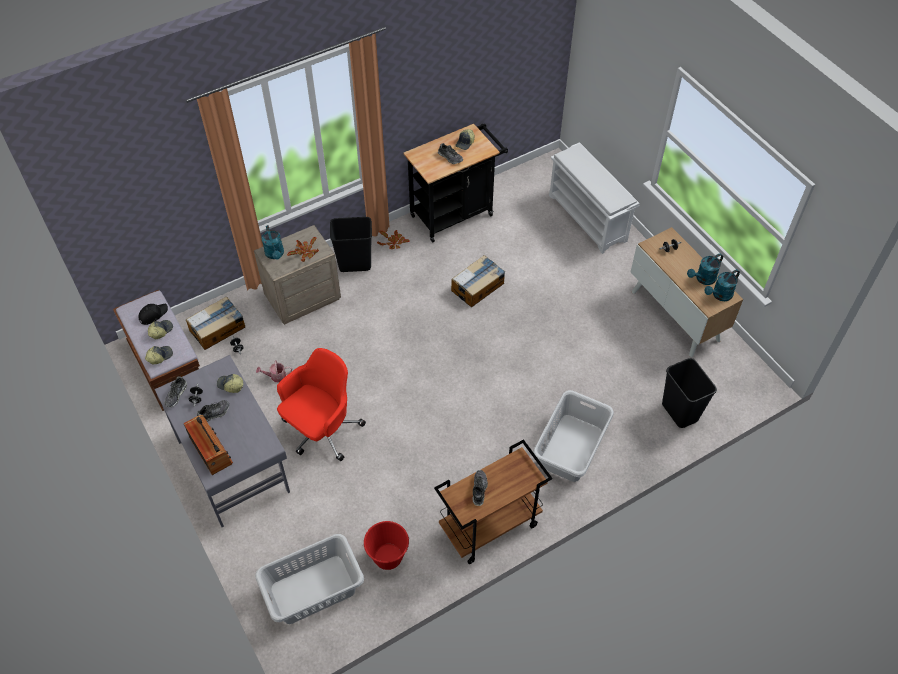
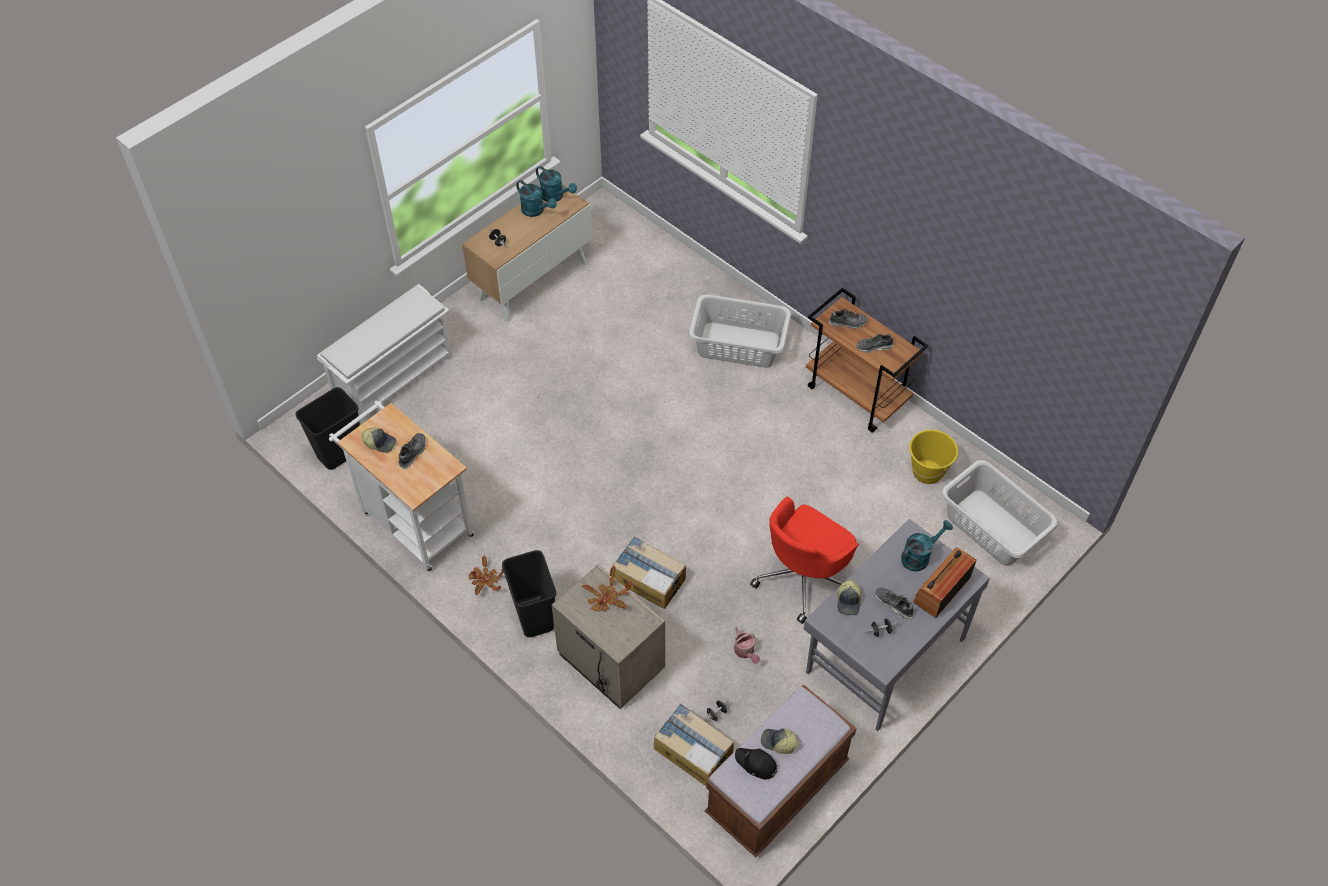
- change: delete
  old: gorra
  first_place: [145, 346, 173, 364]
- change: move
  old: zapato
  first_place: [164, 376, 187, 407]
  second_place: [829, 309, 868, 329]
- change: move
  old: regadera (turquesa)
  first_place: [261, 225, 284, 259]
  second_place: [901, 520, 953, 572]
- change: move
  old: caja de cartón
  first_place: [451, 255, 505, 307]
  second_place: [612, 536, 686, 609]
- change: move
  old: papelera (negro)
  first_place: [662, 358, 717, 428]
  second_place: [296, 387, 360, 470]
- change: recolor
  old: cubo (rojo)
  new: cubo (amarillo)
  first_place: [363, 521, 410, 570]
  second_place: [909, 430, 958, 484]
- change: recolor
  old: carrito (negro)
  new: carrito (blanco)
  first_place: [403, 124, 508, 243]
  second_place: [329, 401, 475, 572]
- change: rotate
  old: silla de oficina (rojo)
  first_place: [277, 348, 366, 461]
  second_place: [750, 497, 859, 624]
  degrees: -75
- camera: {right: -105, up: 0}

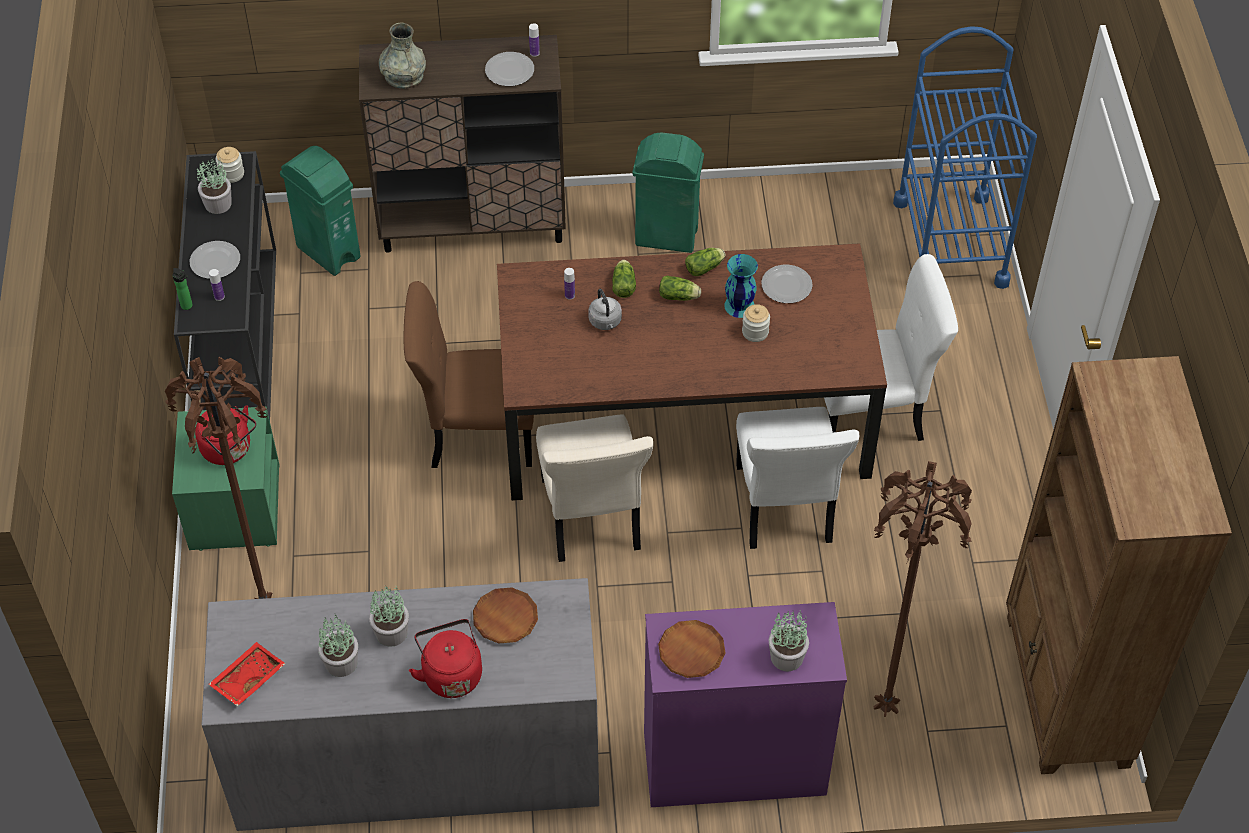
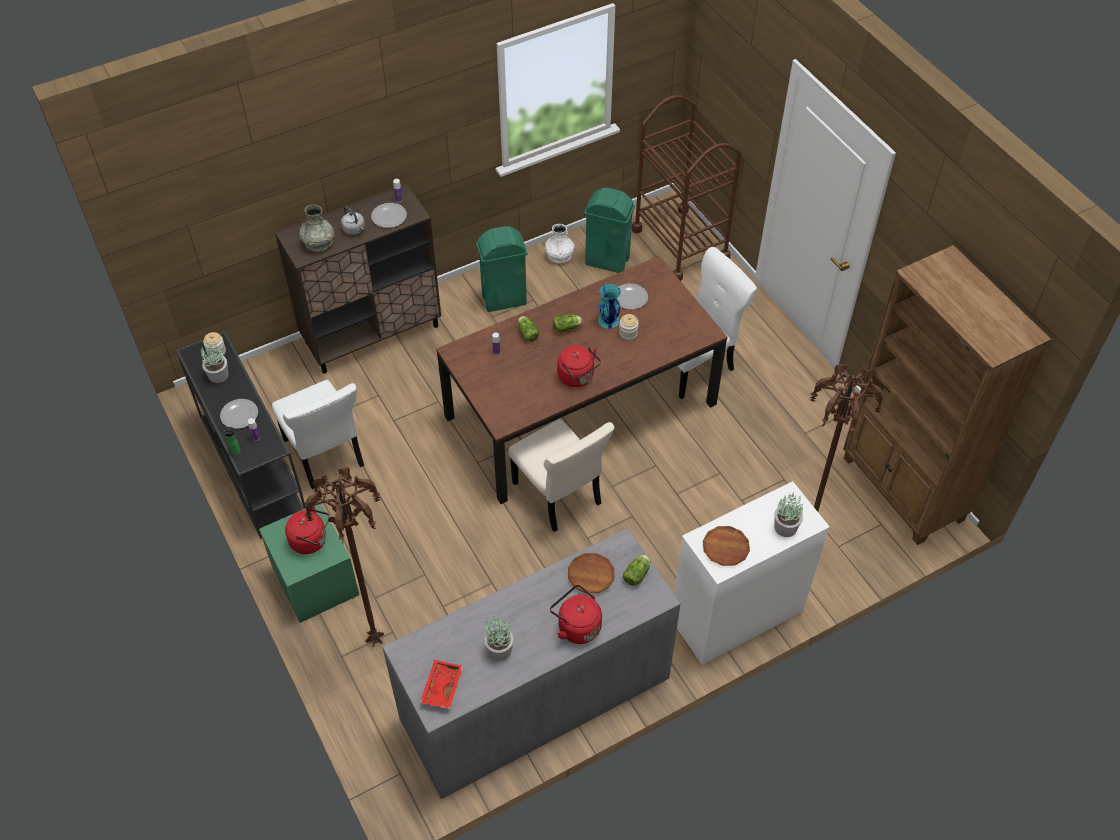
- change: delete
  old: planta en maceta
  first_place: [369, 585, 409, 647]
- change: delete
  old: silla (marrón)
  first_place: [404, 281, 534, 468]
- change: insert
  new: florero (blanco)
  second_place: [544, 224, 575, 264]
- change: insert
  new: hervidor (rojo)
  second_place: [557, 345, 601, 387]
- change: move
  old: papelera (verde)
  first_place: [280, 146, 361, 276]
  second_place: [584, 188, 635, 273]
- change: move
  old: hervidor (gris)
  first_place: [588, 289, 622, 330]
  second_place: [341, 206, 365, 235]
- change: move
  old: lechuga
  first_place: [685, 248, 725, 276]
  second_place: [623, 555, 650, 586]
- change: move
  old: silla (blanco)
  first_place: [736, 407, 859, 549]
  second_place: [272, 380, 364, 489]
- change: recolor
  old: cómoda (morado)
  new: cómoda (blanco)
  first_place: [644, 602, 847, 807]
  second_place: [674, 481, 830, 665]
- change: recolor
  old: carrito (azul)
  new: carrito (marrón)
  first_place: [893, 26, 1037, 289]
  second_place: [632, 95, 742, 281]
- camera: {right: -25, up: 0}

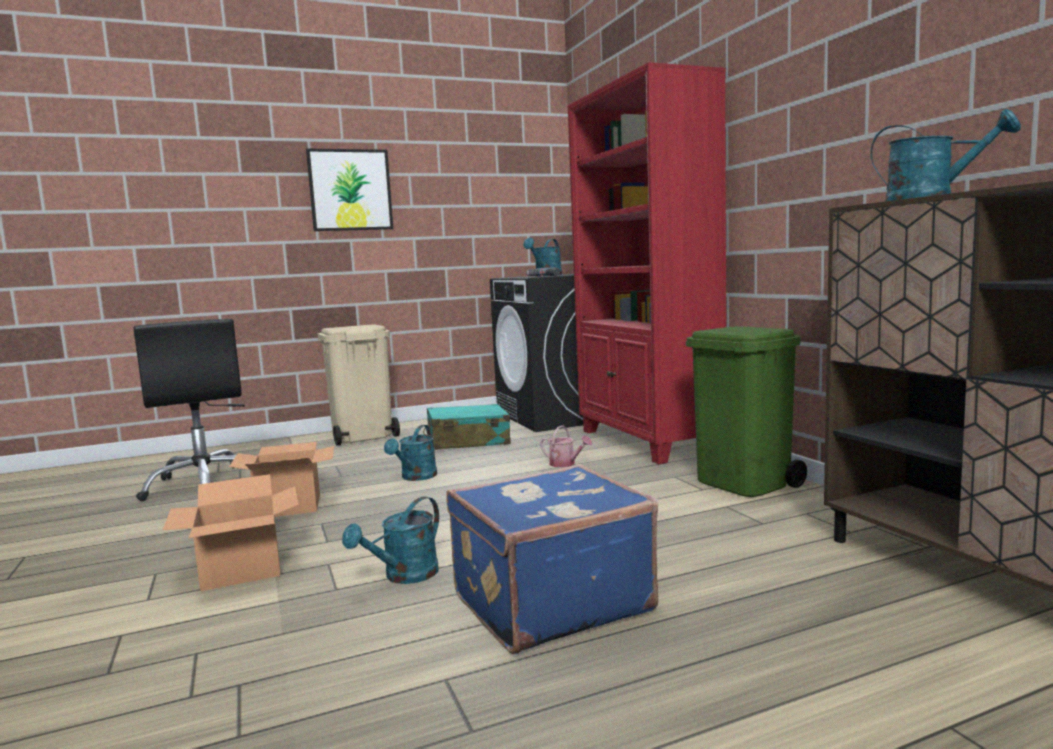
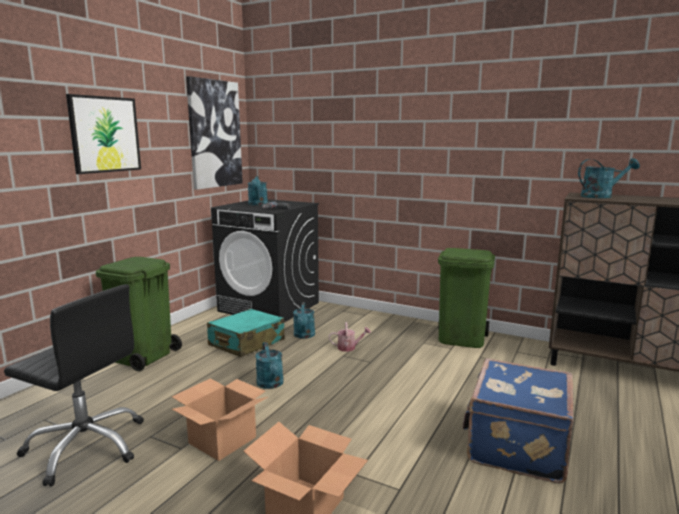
- change: delete
  old: estantería (rojo)
  first_place: [568, 62, 726, 464]
- change: insert
  new: cuadro
  second_place: [186, 76, 243, 190]
- change: move
  old: regadera (turquesa)
  first_place: [342, 496, 439, 584]
  second_place: [293, 302, 315, 339]
- change: recolor
  old: papelera (beis)
  new: papelera (verde)
  first_place: [318, 325, 400, 446]
  second_place: [95, 257, 182, 371]
- camera: {right: -40, up: 5}

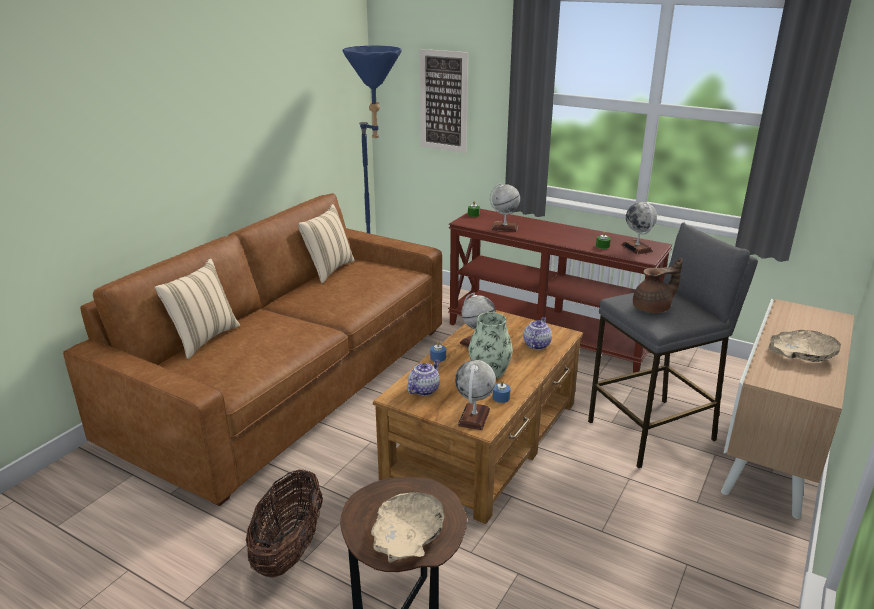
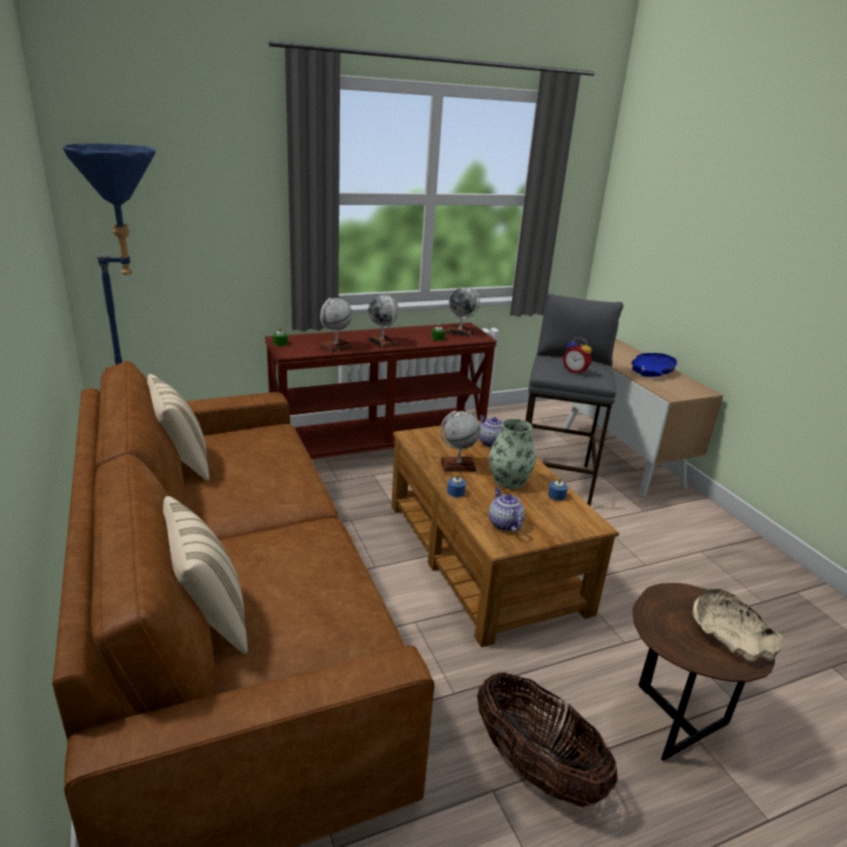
- change: delete
  old: cuadro
  first_place: [420, 49, 468, 153]
- change: move
  old: globo terráqueo
  first_place: [455, 360, 496, 430]
  second_place: [367, 295, 399, 349]
- change: replace
  old: tetera (marrón)
  new: despertador
  first_place: [633, 258, 683, 313]
  second_place: [563, 338, 592, 374]
- change: recolor
  old: cuenco (beis)
  new: cuenco (azul)
  first_place: [769, 330, 841, 362]
  second_place: [631, 353, 677, 377]
- camera: {right: -55, up: 0}

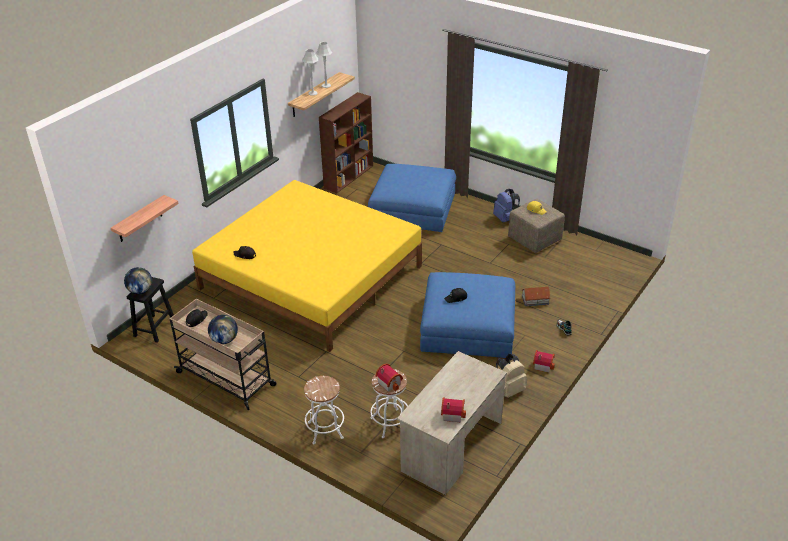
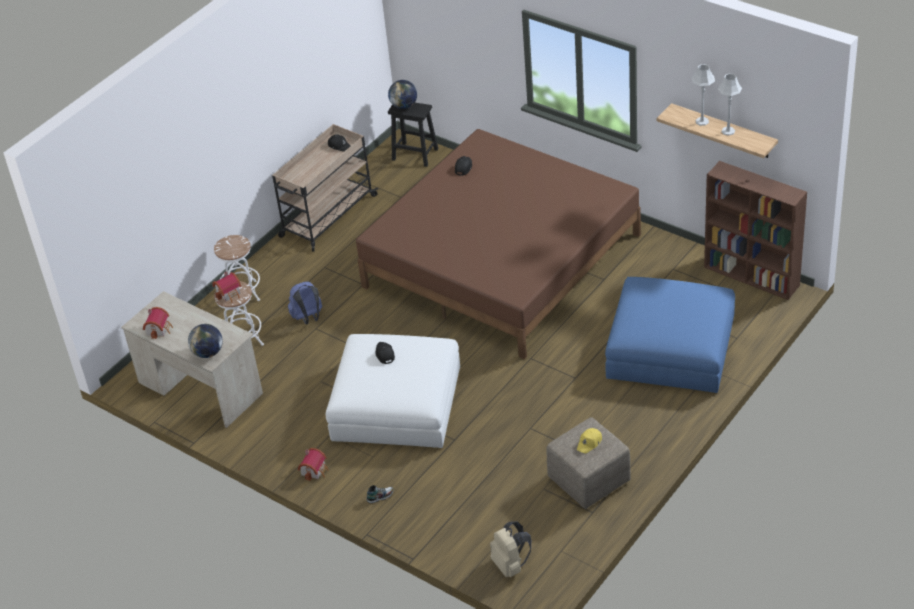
- change: delete
  old: estante
  first_place: [111, 195, 179, 242]
- change: delete
  old: casita
  first_place: [521, 287, 551, 306]
- change: move
  old: globo terráqueo
  first_place: [208, 315, 238, 344]
  second_place: [188, 324, 223, 358]
- change: move
  old: mochila (azul)
  first_place: [493, 189, 520, 222]
  second_place: [288, 282, 322, 324]
- change: move
  old: mochila (beis)
  first_place: [496, 354, 527, 398]
  second_place: [490, 521, 531, 577]
- change: recolor
  old: cama (amarillo)
  new: cama (marrón)
  first_place: [192, 180, 422, 352]
  second_place: [356, 129, 641, 359]
- change: recolor
  old: puf (azul)
  new: puf (blanco)
  first_place: [420, 272, 515, 358]
  second_place: [326, 334, 460, 448]
- camera: {right: 95, up: 5}

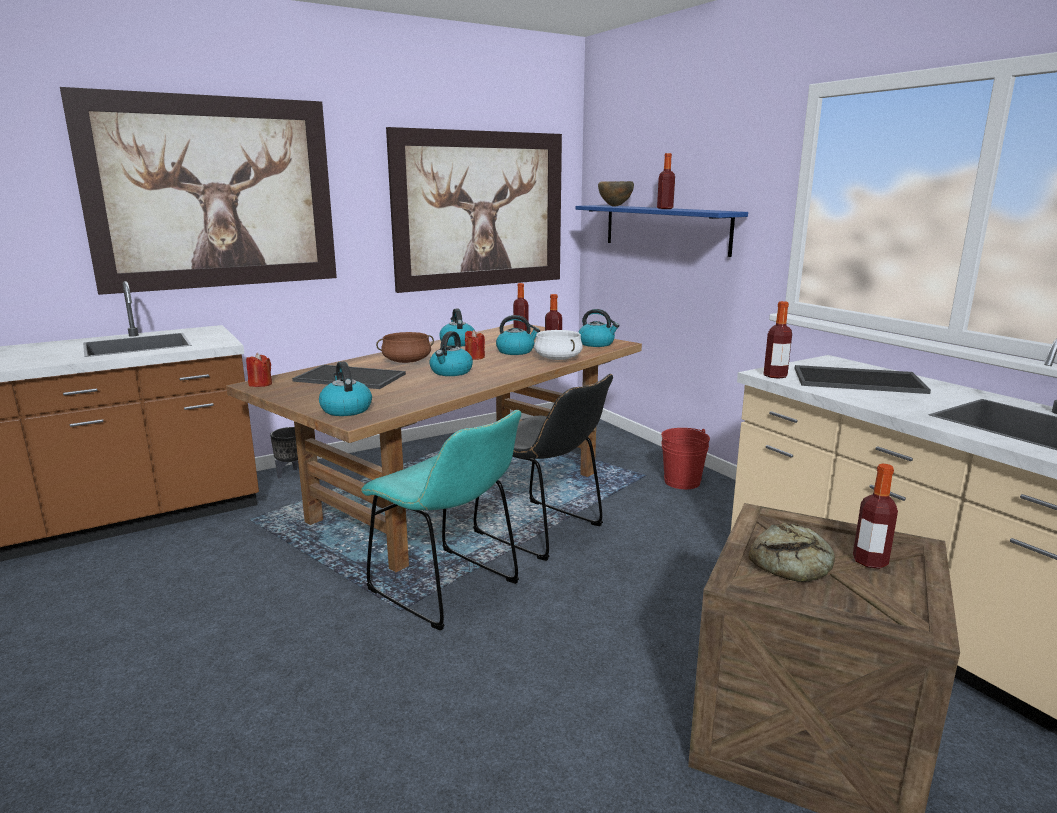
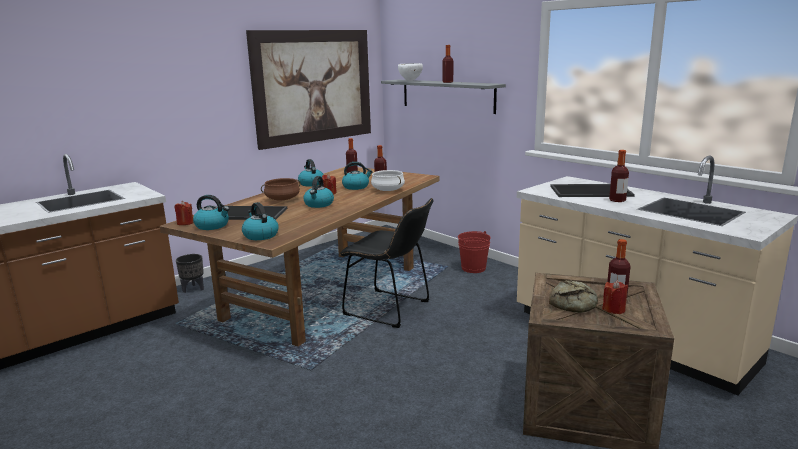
- change: delete
  old: cuadro
  first_place: [60, 87, 337, 295]
- change: delete
  old: silla (turquesa)
  first_place: [361, 410, 521, 631]
- change: insert
  new: vela (rojo)
  second_place: [602, 280, 628, 314]
- change: move
  old: hervidor
  first_place: [578, 309, 619, 347]
  second_place: [193, 195, 229, 230]
- change: move
  old: botella
  first_place: [764, 301, 792, 379]
  second_place: [609, 150, 629, 202]
- change: recolor
  old: estante (azul)
  new: estante (gris)
  first_place: [576, 205, 748, 257]
  second_place: [381, 80, 506, 114]
- change: recolor
  old: cuenco (marrón)
  new: cuenco (blanco)
  first_place: [598, 181, 634, 207]
  second_place: [398, 63, 423, 81]
- camera: {right: -10, up: 0}

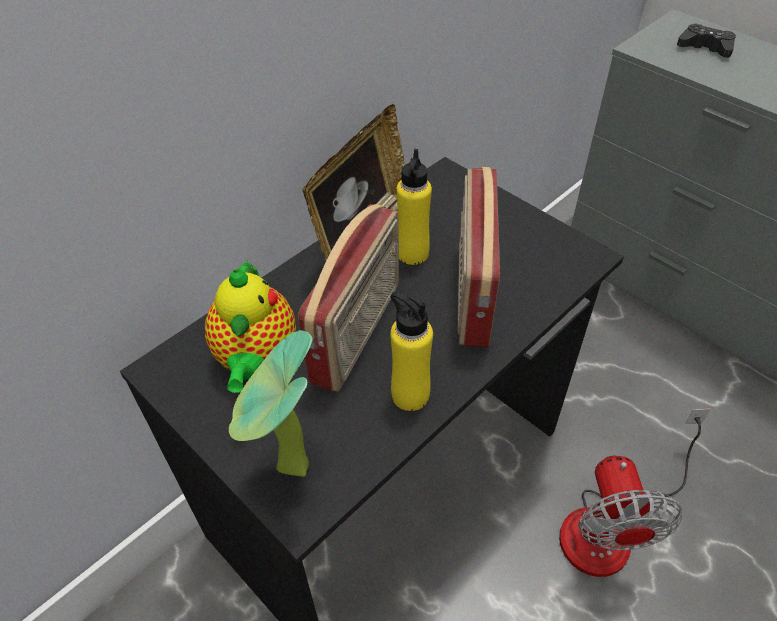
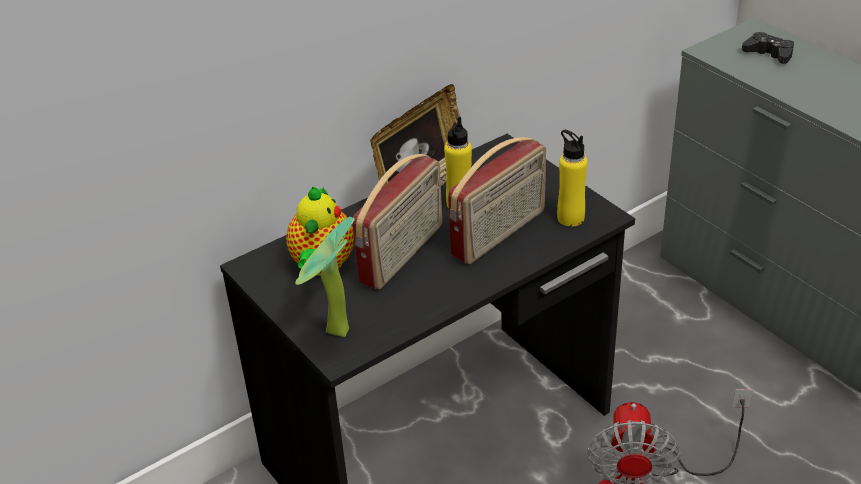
- change: move
  old: botella (amarillo)
  first_place: [390, 292, 433, 411]
  second_place: [557, 130, 588, 227]
- change: rotate
  old: radio
  first_place: [458, 167, 500, 347]
  second_place: [448, 137, 546, 264]
  degrees: -150
- camera: {right: 10, up: -10}

